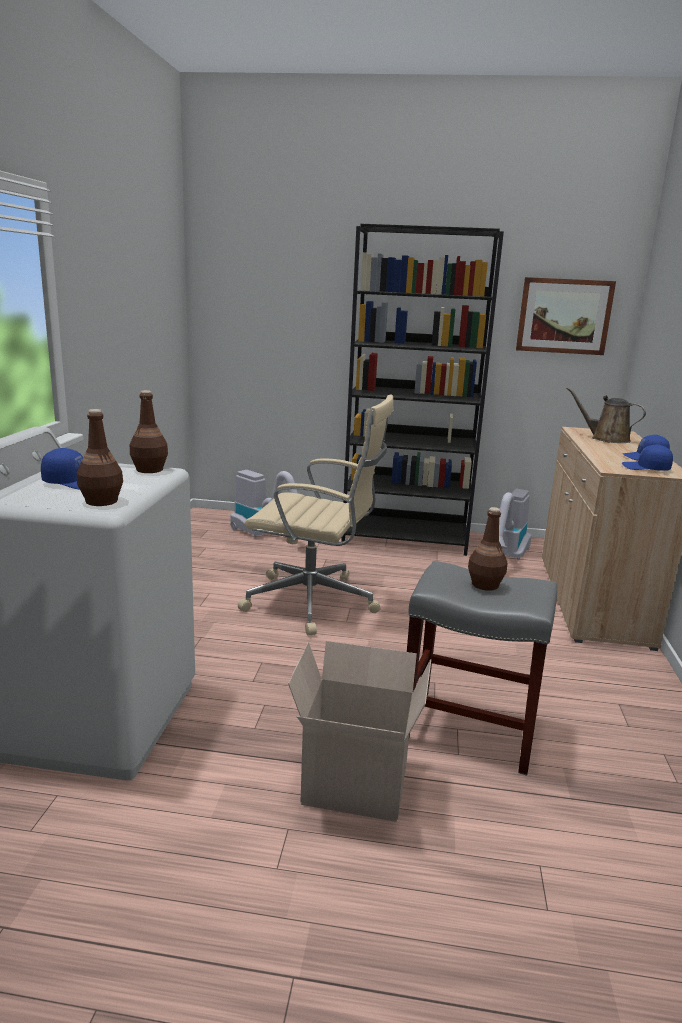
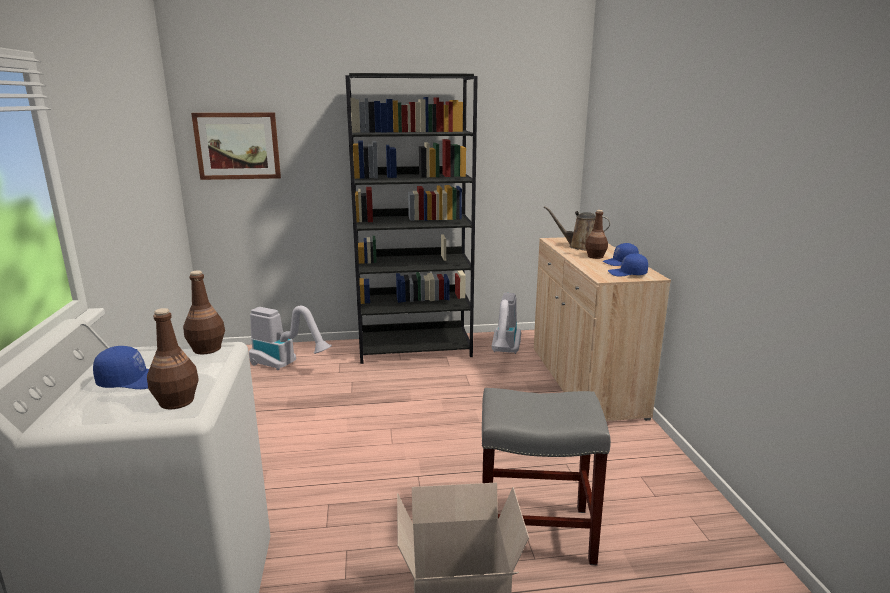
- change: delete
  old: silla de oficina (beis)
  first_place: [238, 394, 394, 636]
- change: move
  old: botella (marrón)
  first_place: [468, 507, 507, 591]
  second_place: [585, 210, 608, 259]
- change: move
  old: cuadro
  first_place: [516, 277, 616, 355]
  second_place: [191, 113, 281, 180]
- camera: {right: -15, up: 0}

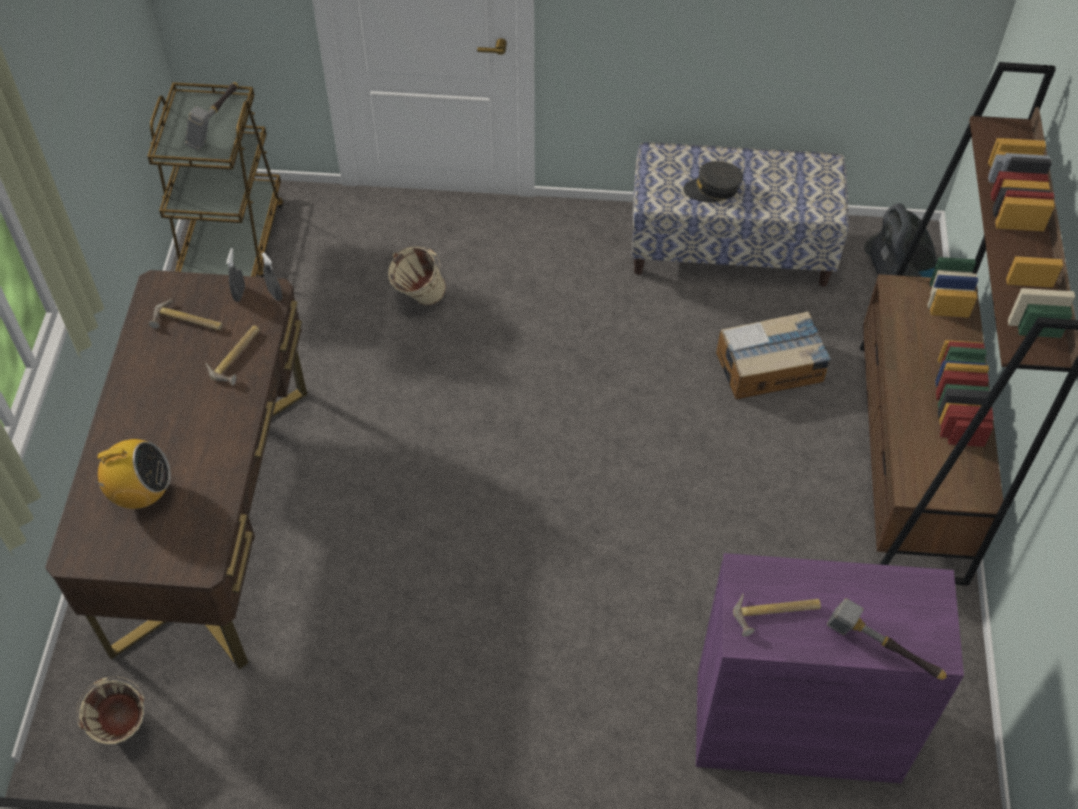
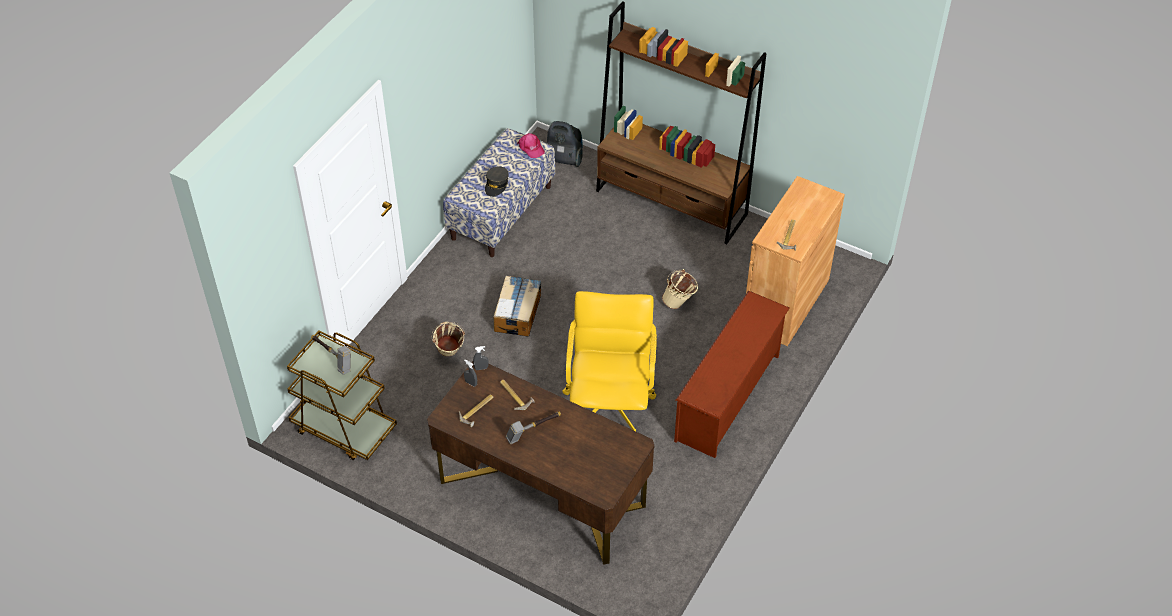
- change: delete
  old: radio
  first_place: [88, 439, 171, 509]
- change: insert
  new: gorra (rosa)
  second_place: [517, 133, 545, 158]
- change: insert
  new: silla de oficina (amarillo)
  second_place: [563, 291, 657, 431]
- change: insert
  new: zapatero (marrón)
  second_place: [674, 291, 789, 458]
- change: move
  old: cubo (beis)
  first_place: [76, 677, 145, 744]
  second_place: [662, 269, 698, 309]
- change: move
  old: caja de cartón
  first_place: [716, 311, 831, 399]
  second_place: [494, 276, 541, 337]
- change: move
  old: martillo
  first_place: [827, 598, 946, 680]
  second_place: [506, 411, 561, 444]
- change: recolor
  old: armario (morado)
  new: armario (marrón)
  first_place: [696, 553, 964, 783]
  second_place: [746, 176, 845, 346]
- camera: {right: -65, up: -5}

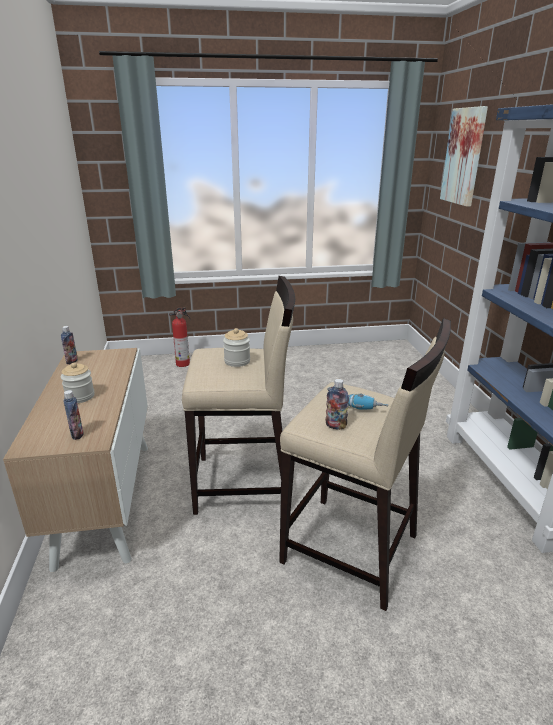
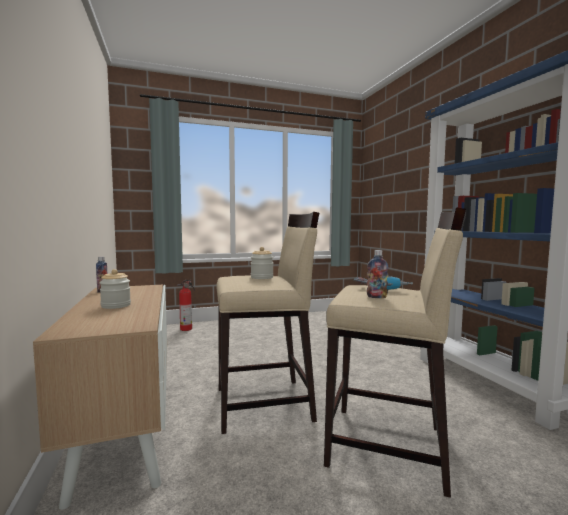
- change: delete
  old: botella
  first_place: [63, 390, 84, 440]
- change: delete
  old: cuadro
  first_place: [440, 106, 488, 207]
- camera: {right: -10, up: -20}

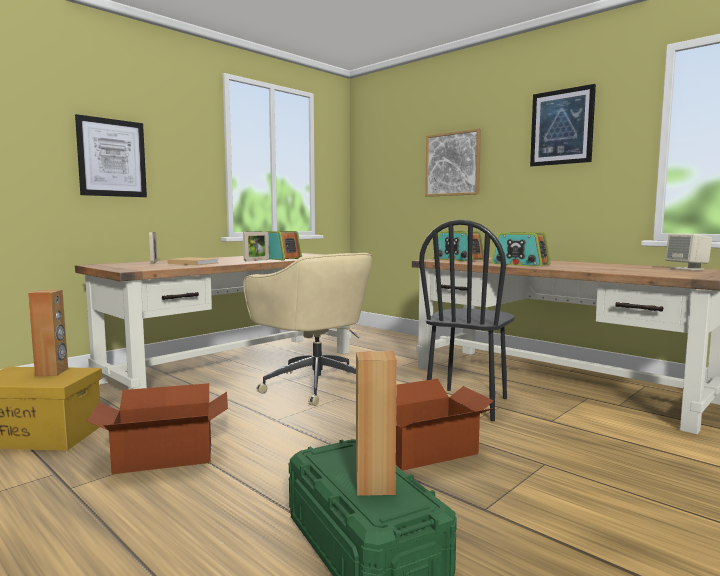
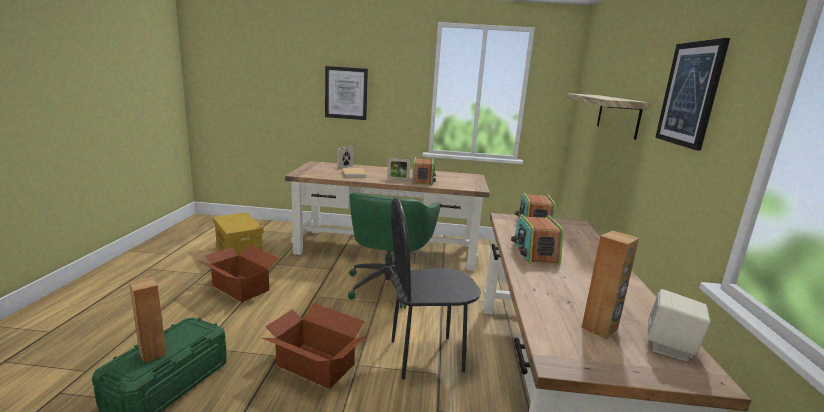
- change: move
  old: altavoz (marrón)
  first_place: [28, 290, 68, 376]
  second_place: [582, 230, 639, 339]
- change: replace
  old: cuadro
  new: estante
  first_place: [425, 129, 481, 197]
  second_place: [566, 93, 650, 140]
- change: recolor
  old: silla de oficina (beis)
  new: silla de oficina (verde)
  first_place: [243, 253, 372, 406]
  second_place: [348, 192, 441, 309]
- camera: {right: 50, up: 10}

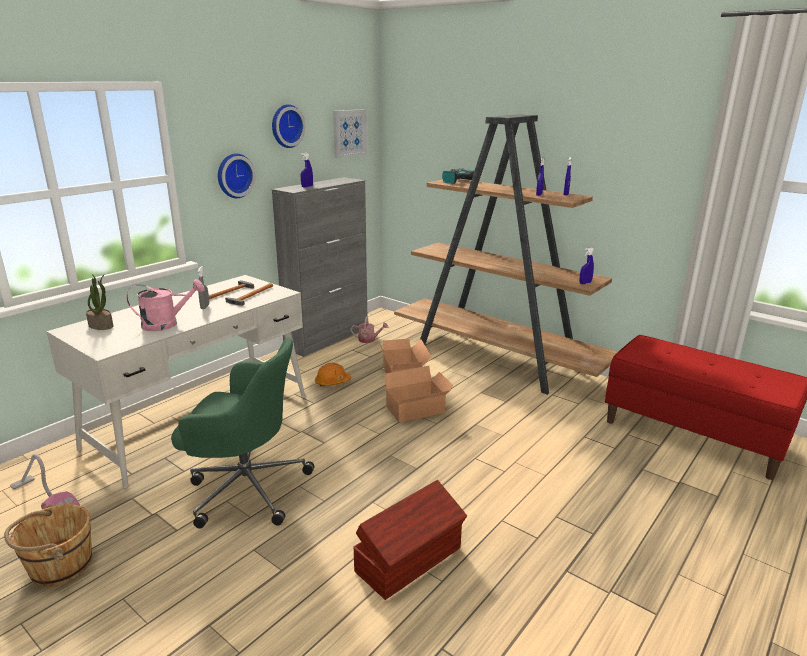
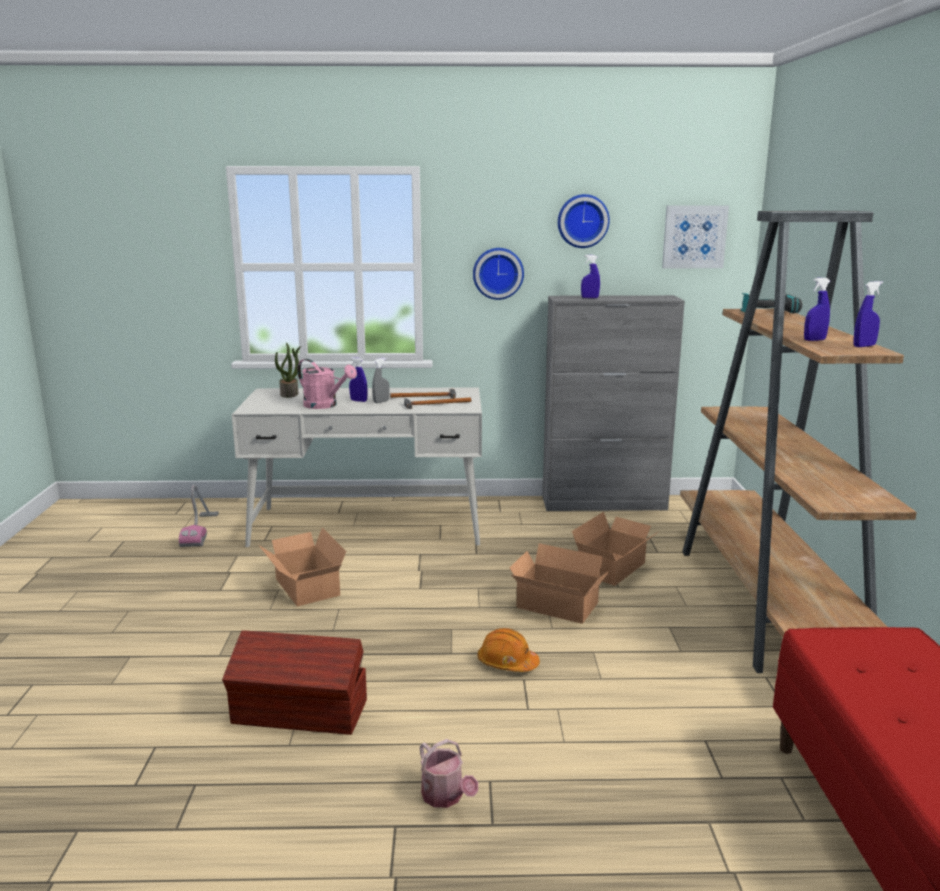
- change: delete
  old: cubo (marrón)
  first_place: [4, 504, 92, 587]
- change: move
  old: casco (naranja)
  first_place: [315, 363, 351, 386]
  second_place: [478, 628, 540, 672]
- change: move
  old: regadera
  first_place: [351, 317, 389, 343]
  second_place: [420, 739, 478, 808]
- change: move
  old: pulverizador (azul)
  first_place: [579, 247, 594, 284]
  second_place: [349, 357, 368, 402]
- change: replace
  old: silla de oficina (verde)
  new: caja de cartón
  first_place: [171, 338, 315, 529]
  second_place: [259, 528, 346, 606]
- camera: {right: 50, up: -5}

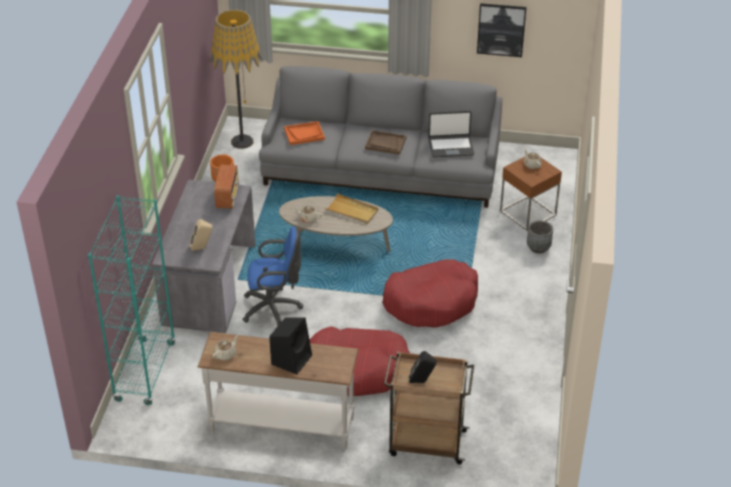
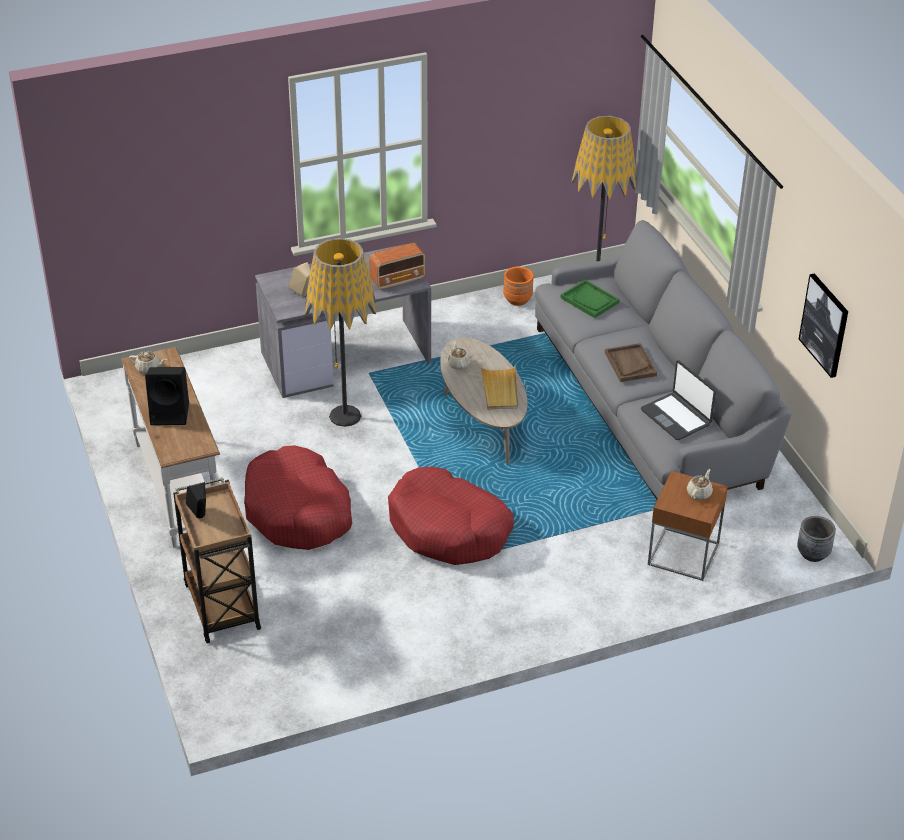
- change: delete
  old: estantería (turquesa)
  first_place: [88, 195, 176, 405]
- change: move
  old: maceta (gris)
  first_place: [527, 220, 553, 254]
  second_place: [797, 516, 836, 562]
- change: replace
  old: silla de oficina (azul)
  new: lámpara de pie
  first_place: [242, 227, 303, 326]
  second_place: [305, 238, 376, 427]
- change: recolor
  old: bandeja (naranja)
  new: bandeja (verde)
  first_place: [284, 121, 325, 145]
  second_place: [560, 280, 619, 318]
- camera: {right: 60, up: 0}

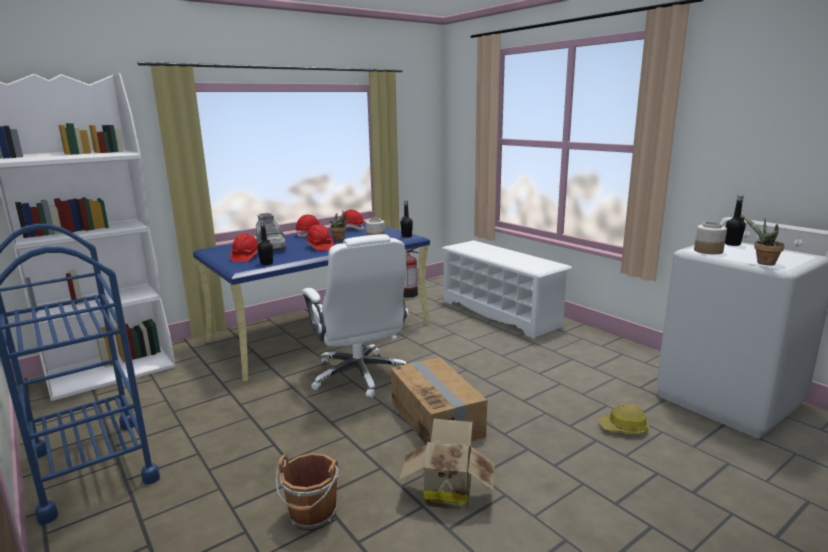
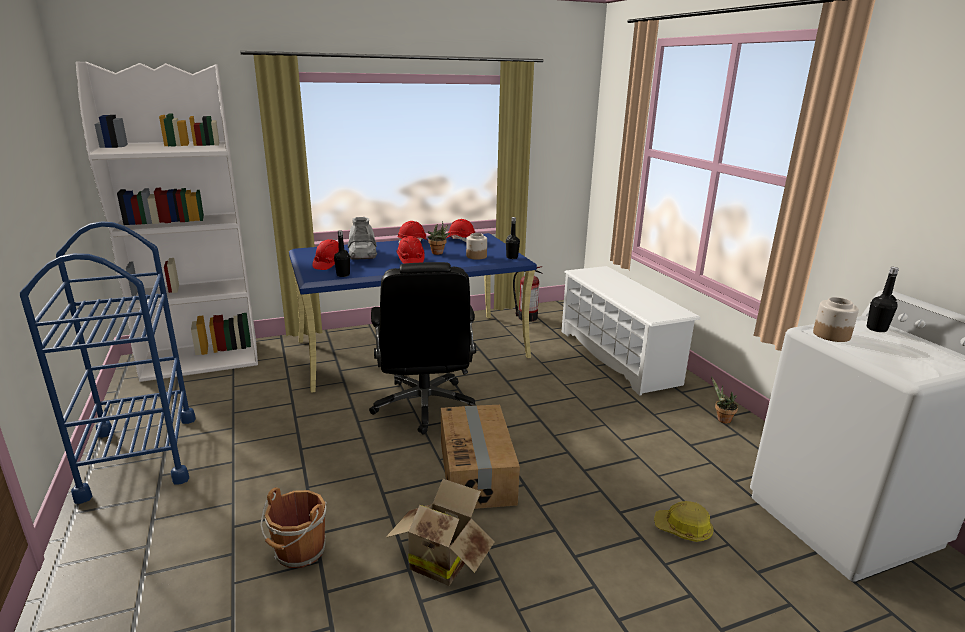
- change: move
  old: planta en maceta
  first_place: [742, 215, 785, 266]
  second_place: [711, 376, 738, 424]
- change: recolor
  old: silla de oficina (blanco)
  new: silla de oficina (negro)
  first_place: [302, 234, 409, 398]
  second_place: [369, 262, 477, 435]
- camera: {right: 15, up: 5}

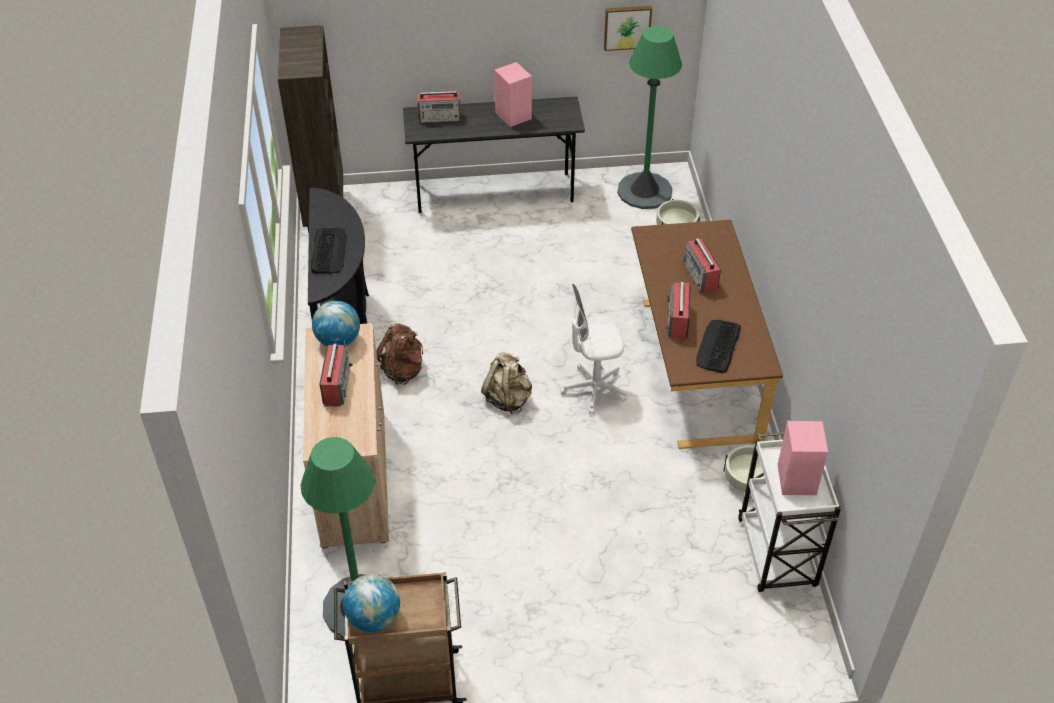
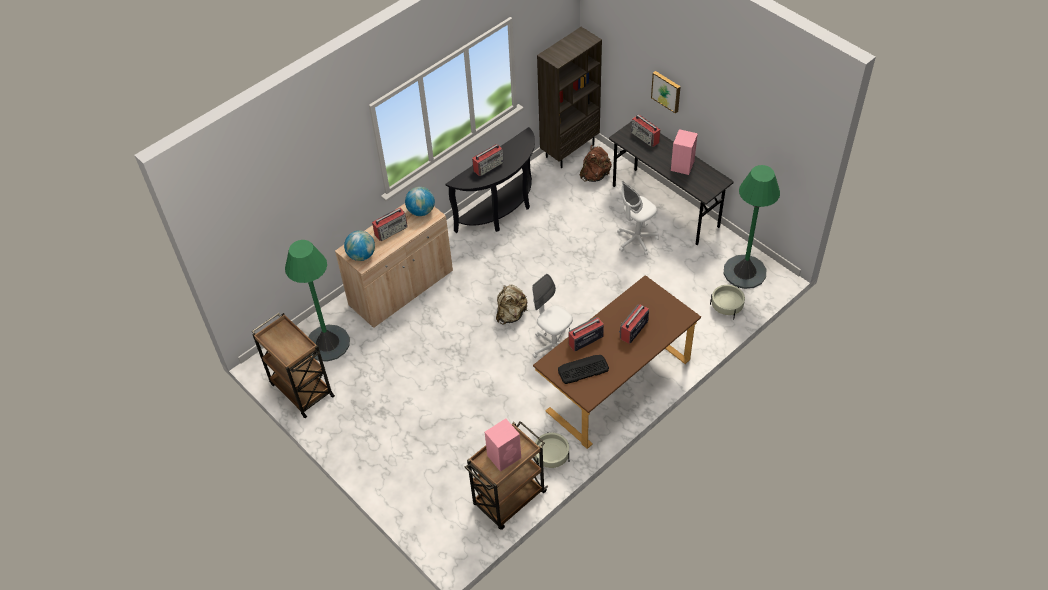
- change: insert
  new: silla de oficina (blanco)
  second_place: [617, 181, 659, 255]
- change: move
  old: globo terráqueo
  first_place: [343, 574, 400, 632]
  second_place: [344, 231, 375, 261]
- change: move
  old: mochila (marrón)
  first_place: [376, 323, 423, 385]
  second_place: [580, 145, 612, 182]
- change: move
  old: cuadro
  first_place: [604, 6, 652, 51]
  second_place: [651, 71, 681, 114]
- change: replace
  old: teclado
  new: radio
  first_place: [311, 228, 347, 274]
  second_place: [472, 144, 504, 176]
- change: recolor
  old: carrito (blanco)
  new: carrito (marrón)
  first_place: [738, 432, 841, 592]
  second_place: [464, 421, 548, 530]
- camera: {right: 55, up: 5}

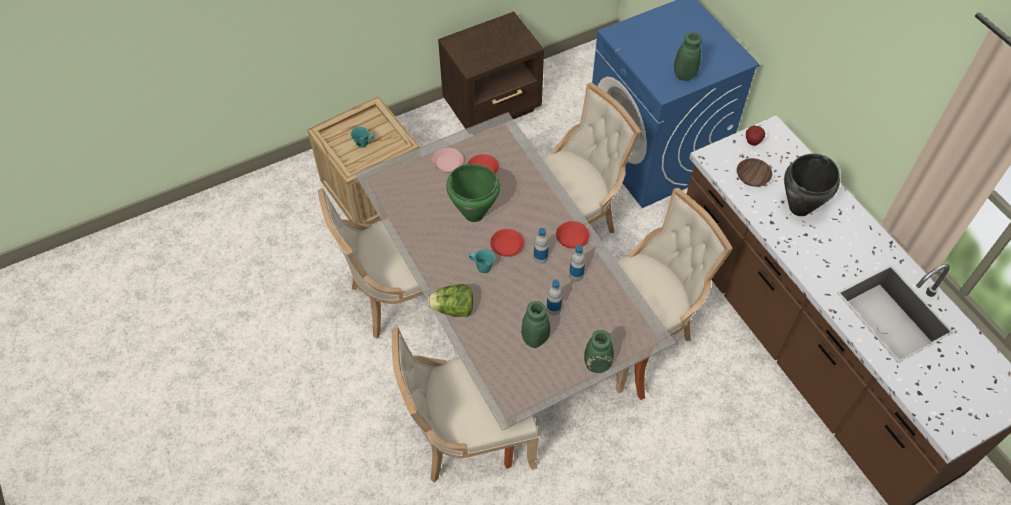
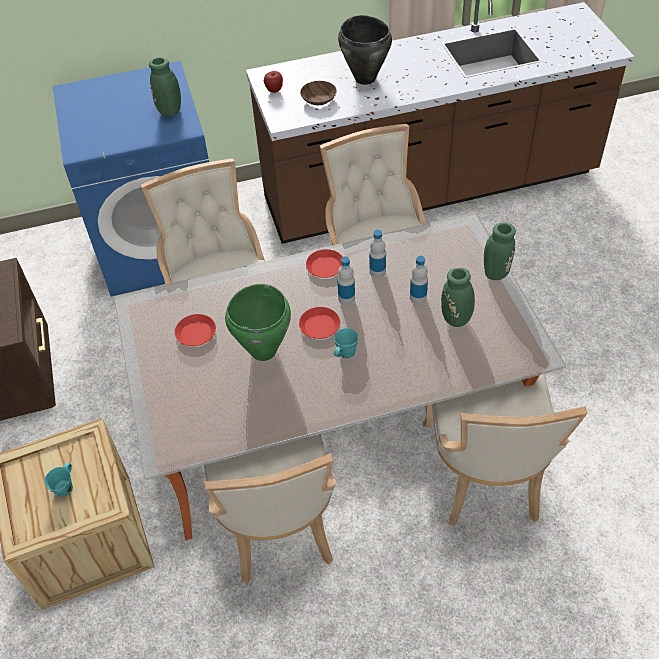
- change: delete
  old: lechuga
  first_place: [427, 284, 474, 317]
- change: delete
  old: plato (rosa)
  first_place: [432, 148, 464, 172]
- camera: {right: -75, up: -5}

